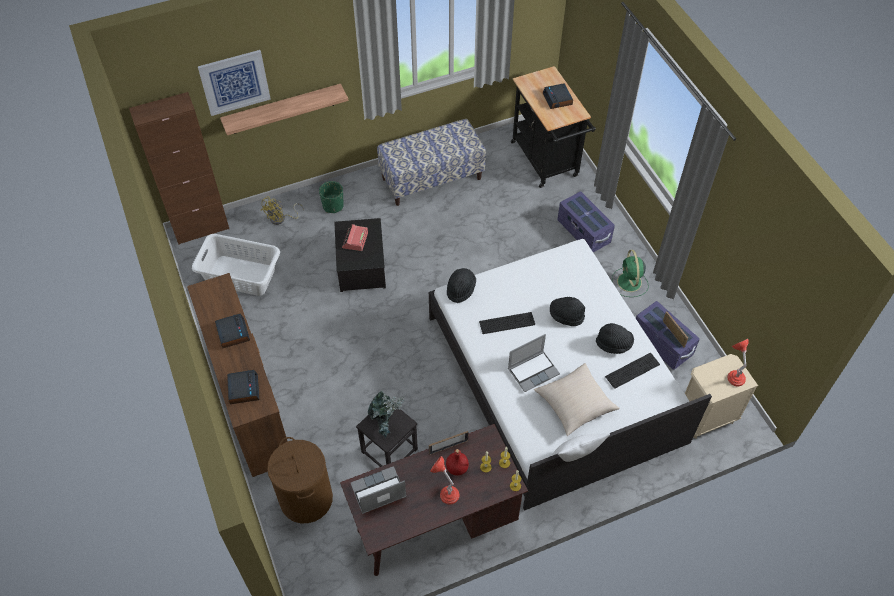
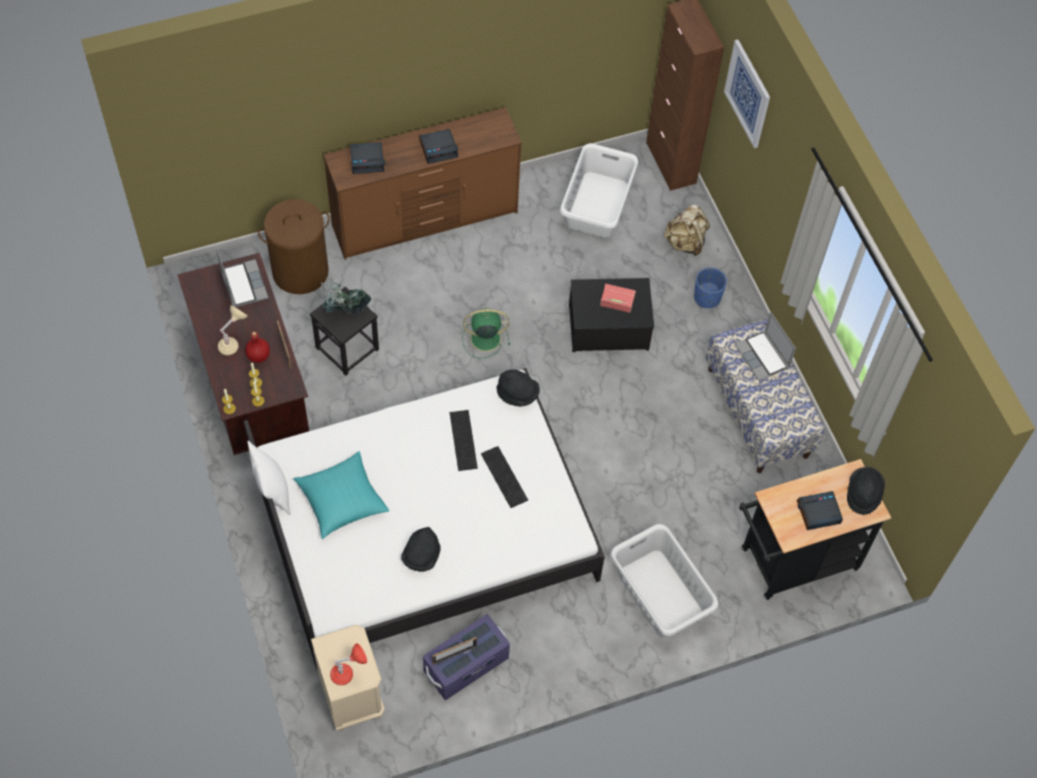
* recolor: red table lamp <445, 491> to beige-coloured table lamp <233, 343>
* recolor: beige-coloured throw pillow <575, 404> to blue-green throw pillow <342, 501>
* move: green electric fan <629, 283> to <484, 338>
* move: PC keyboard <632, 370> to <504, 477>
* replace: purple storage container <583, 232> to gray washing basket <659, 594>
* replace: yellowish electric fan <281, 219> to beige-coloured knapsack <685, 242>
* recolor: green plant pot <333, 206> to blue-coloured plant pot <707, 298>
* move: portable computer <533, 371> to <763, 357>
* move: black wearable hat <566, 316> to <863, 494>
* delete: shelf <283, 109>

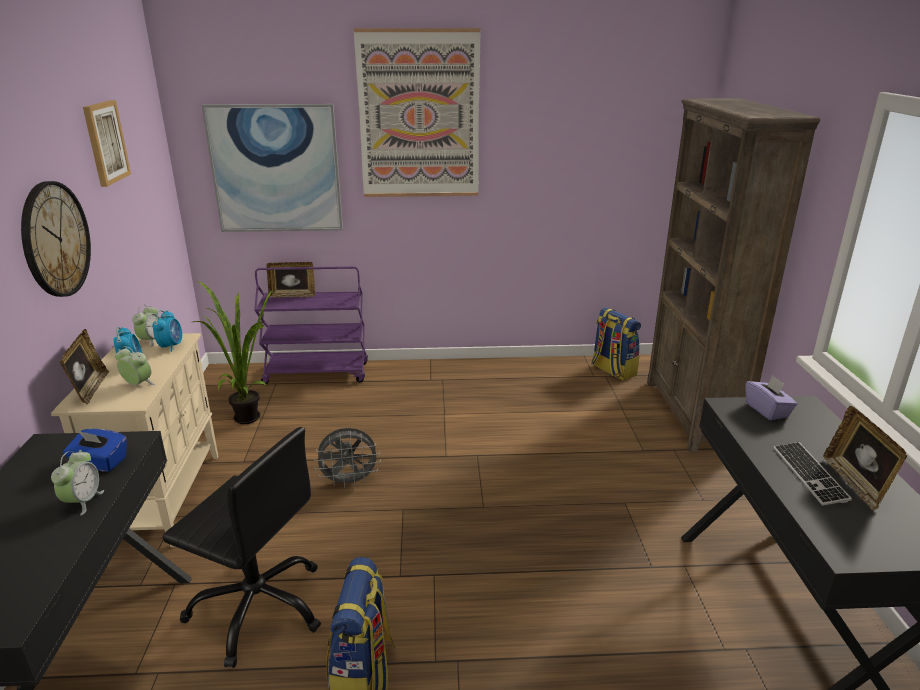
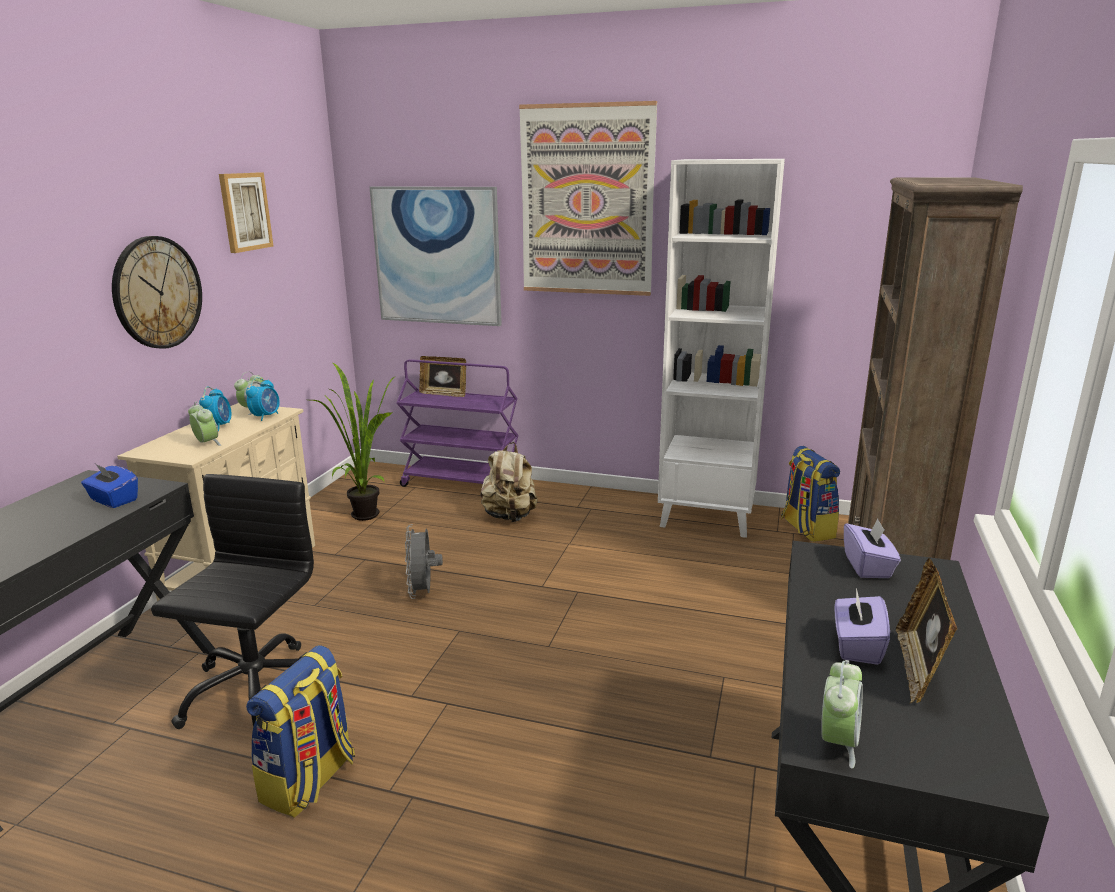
* rotate: black desk chair <258, 607> = <256, 691> 120 degrees counterclockwise
* rotate: gray electric fan <349, 481> = <423, 592> 75 degrees clockwise
* insert: beige-coloured knapsack <510, 516>
* insert: white bookshelf <707, 517>
* move: bedside clock <83, 501> to <837, 742>
* replace: PC keyboard <809, 474> to purple box of tissues <856, 646>
* delete: picture frame <90, 389>

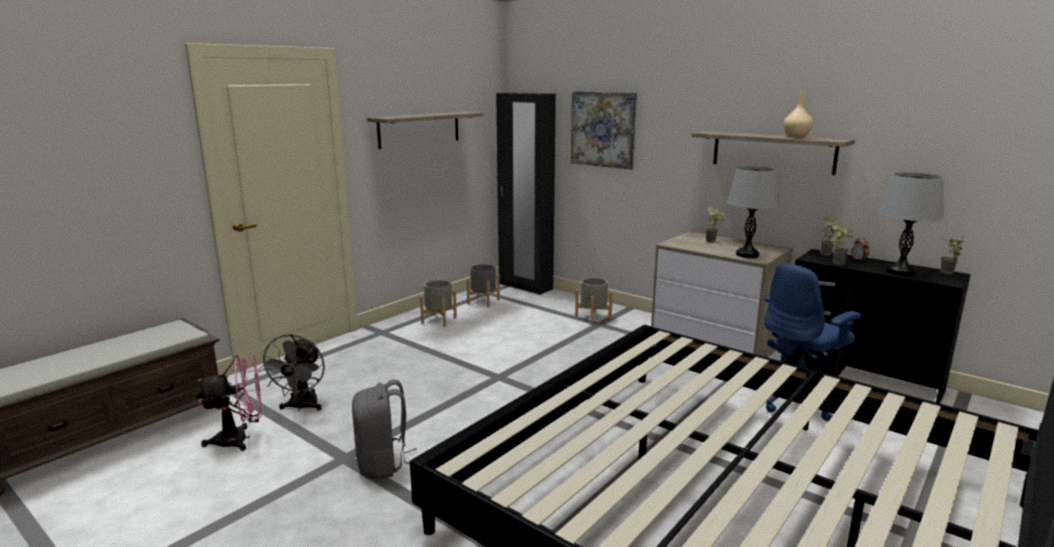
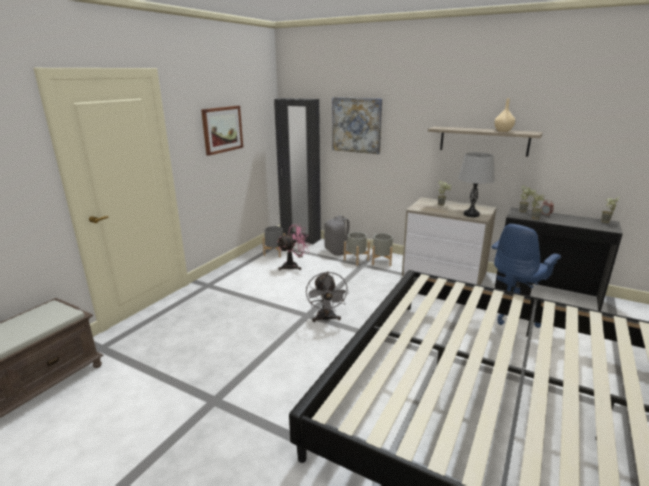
* replace: shelf <419, 129> to wall art <222, 129>
* move: pink-coloured electric fan <240, 439> to <294, 266>
* move: gray electric fan <301, 407> to <326, 319>
* move: gray knapsack <383, 464> to <337, 251>
* move: gray plant pot <439, 320> to <381, 261>
* delete: gray table lamp <900, 272>

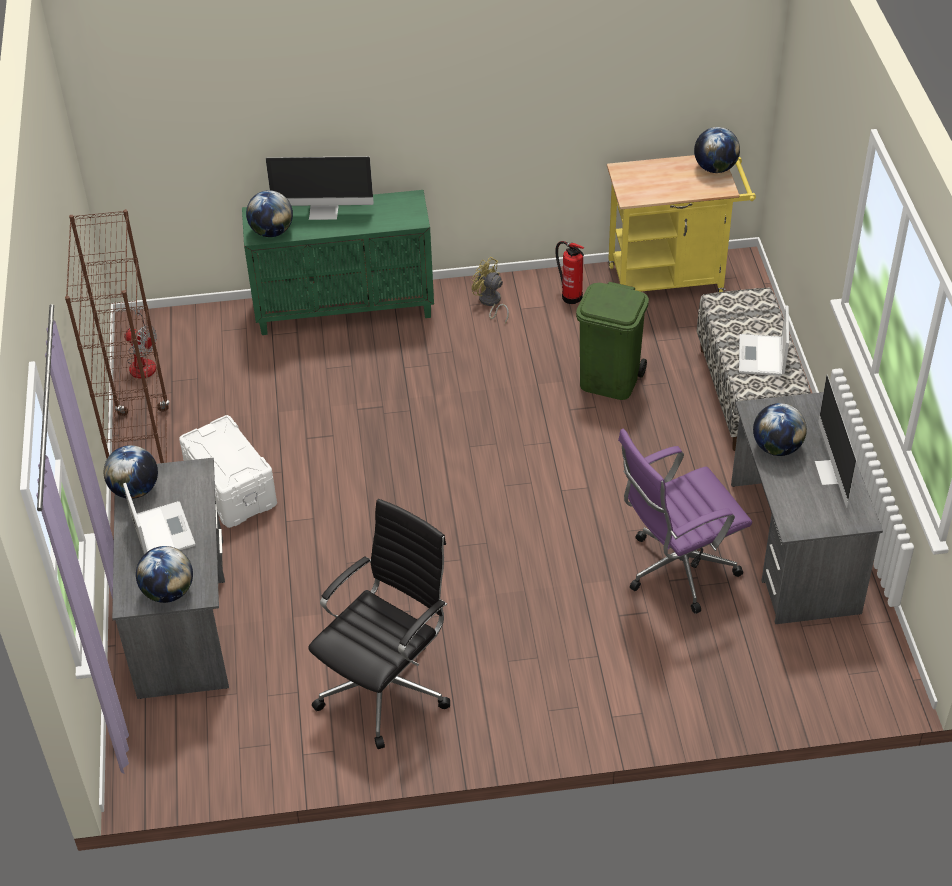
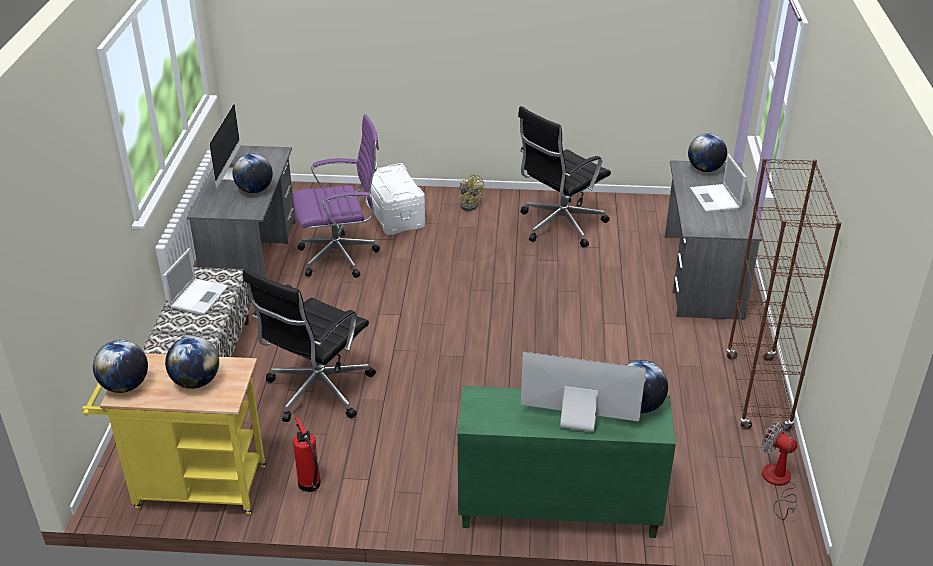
* move: globe <135, 490> to <196, 382>
* replace: green trash can <610, 381> to black desk chair <317, 391>
* move: white storage container <230, 489> to <396, 215>
* move: yellowish electric fan <490, 303> to <469, 204>

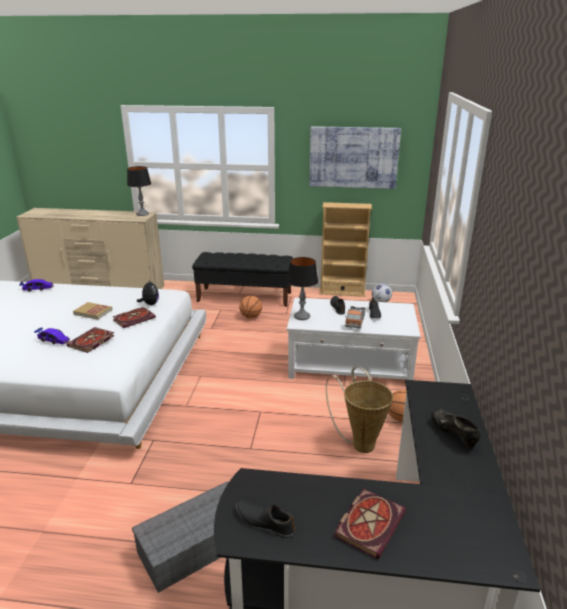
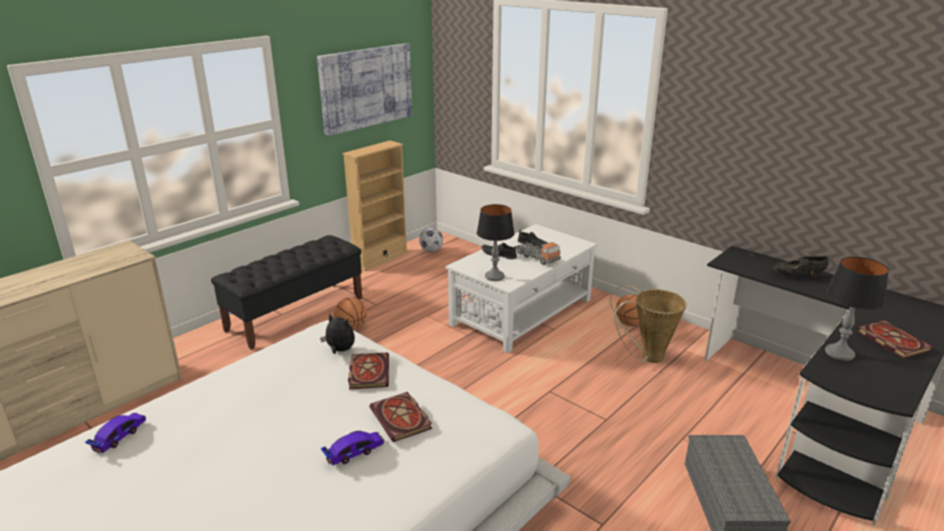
* move: table lamp <142, 214> to <839, 353>
* delete: volume <93, 312>
* delete: black low shoe <265, 522>

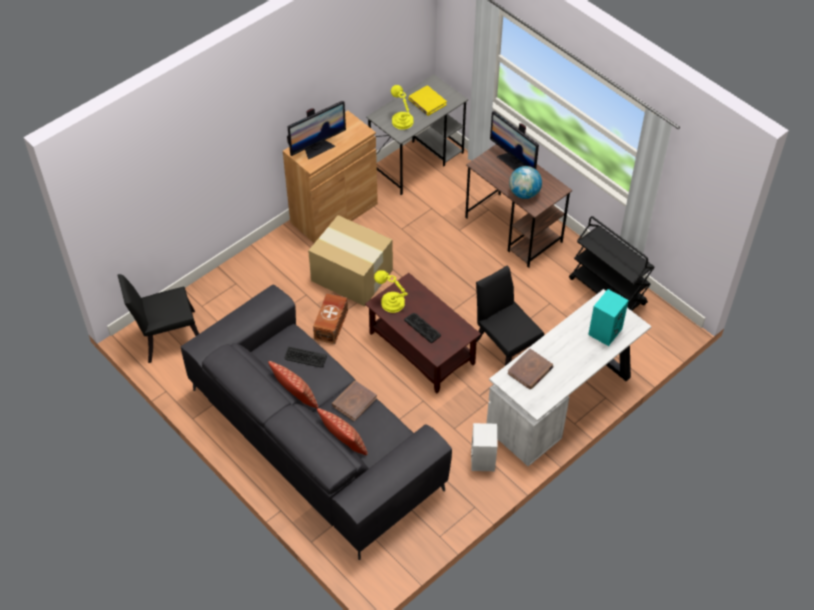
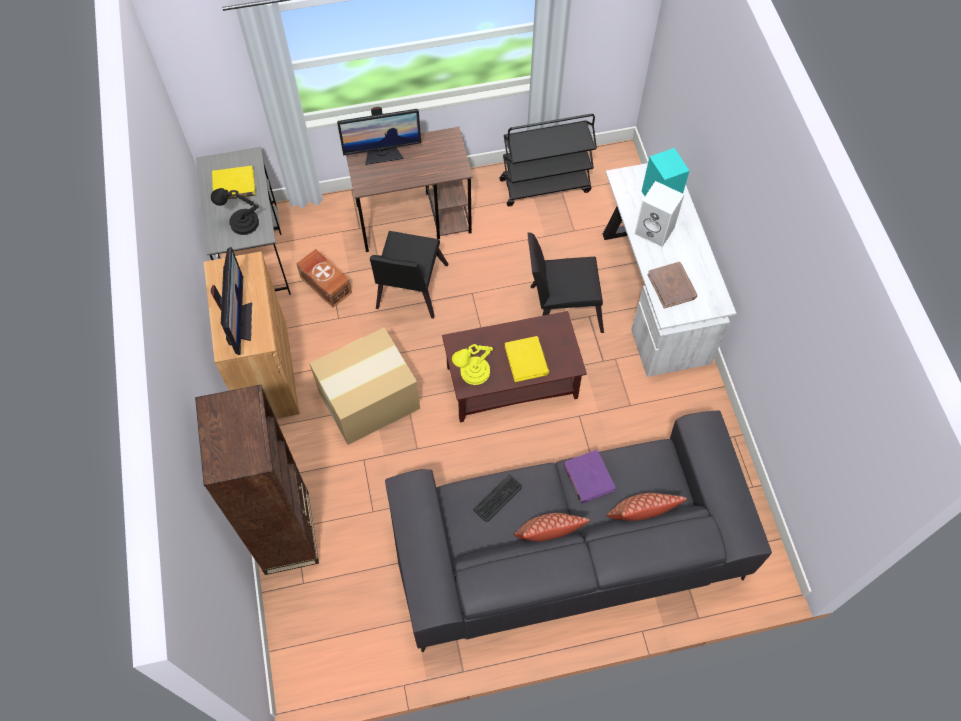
* insert: brownish bookshelf <287, 532>
* recolor: yellowish table lamp <401, 120> to black table lamp <242, 223>
* move: brownish storage container <332, 324> to <326, 284>
* move: black plain chair <166, 337> to <409, 290>
* replace: PC keyboard <422, 327> to yellowish volume <526, 360>
* recolor: brownish volume <354, 402> to purple volume <588, 477>
* move: white loudspeaker <483, 460> to <655, 230>
* delete: globe <524, 193>

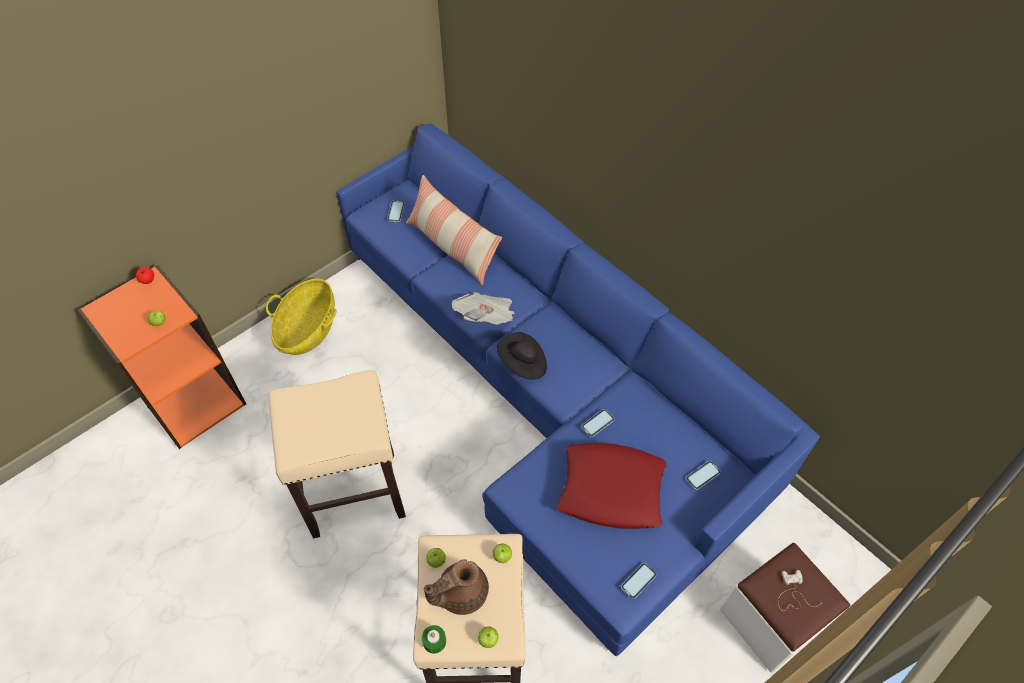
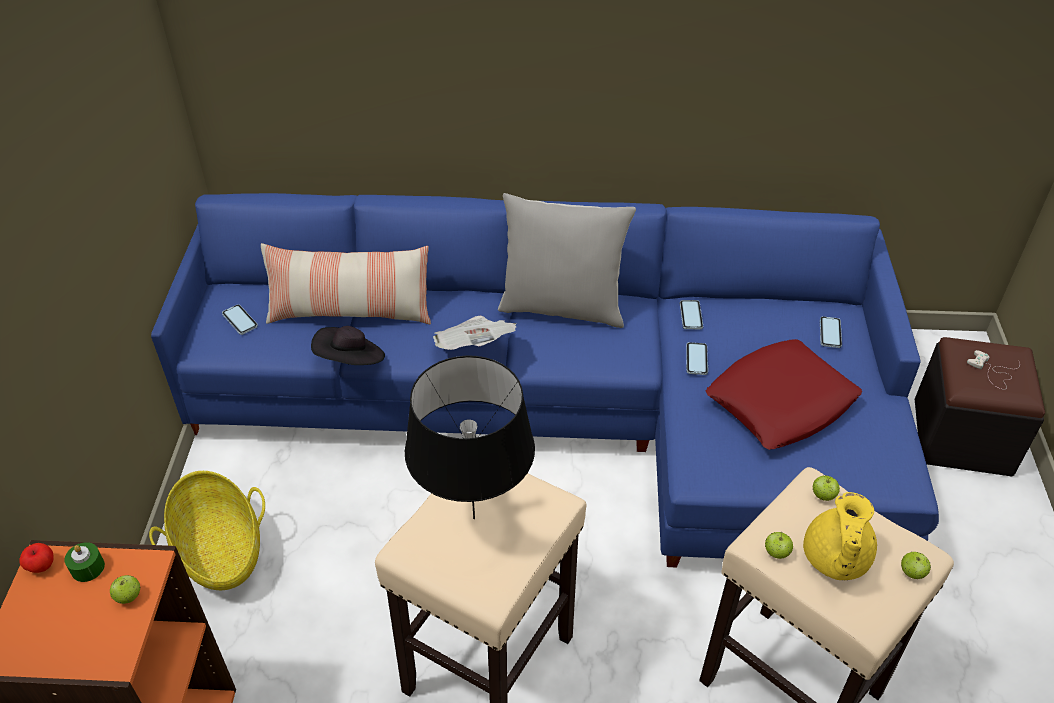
* move: green candle <434, 641> to <88, 568>
* move: black wearable hat <523, 364> to <350, 361>
* insert: black table lamp <474, 518>
* insert: gray throw pillow <562, 307>
* move: phone <638, 581> to <691, 315>
* recolor: brownish pot for tea <460, 593> to yellowish pot for tea <834, 559>
* recolor: white pouffe <771, 619> to black pouffe <962, 437>

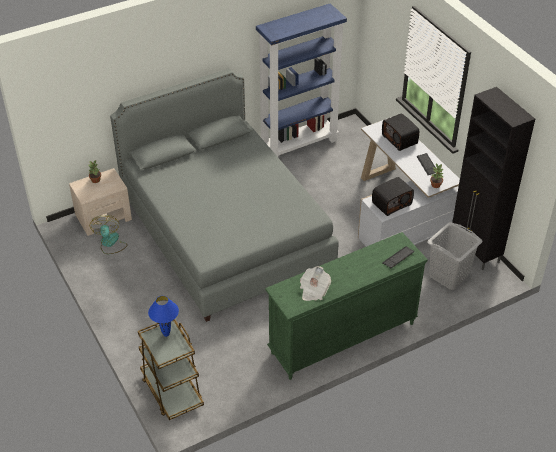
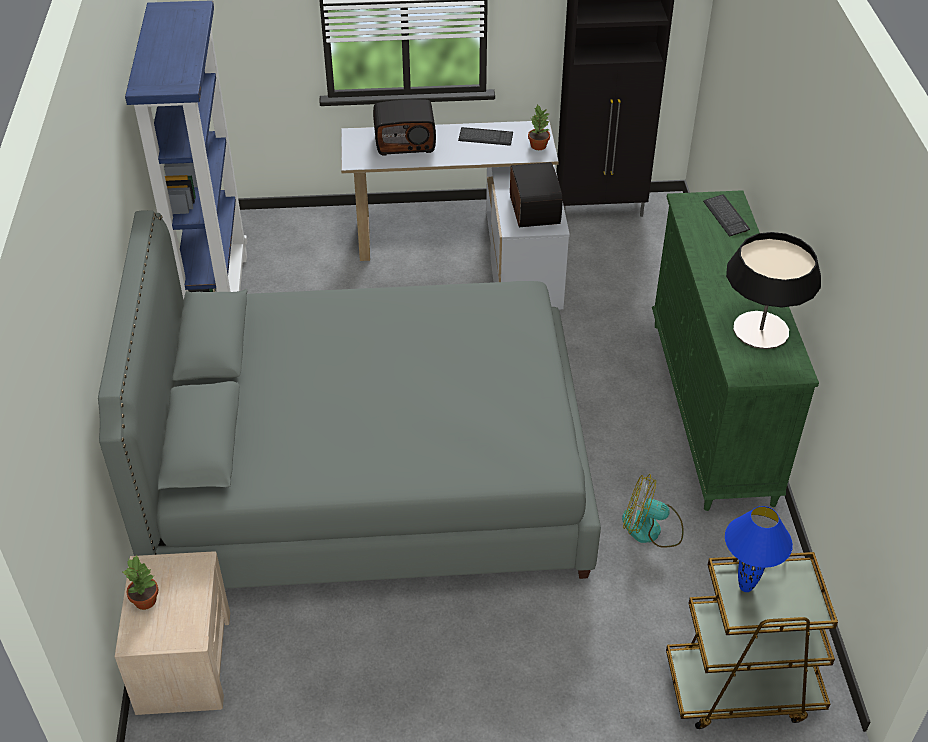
* move: electric fan <110, 243> to <651, 529>
* replace: newspaper <313, 290> to table lamp <761, 330>
* delete: gray washing basket <449, 276>

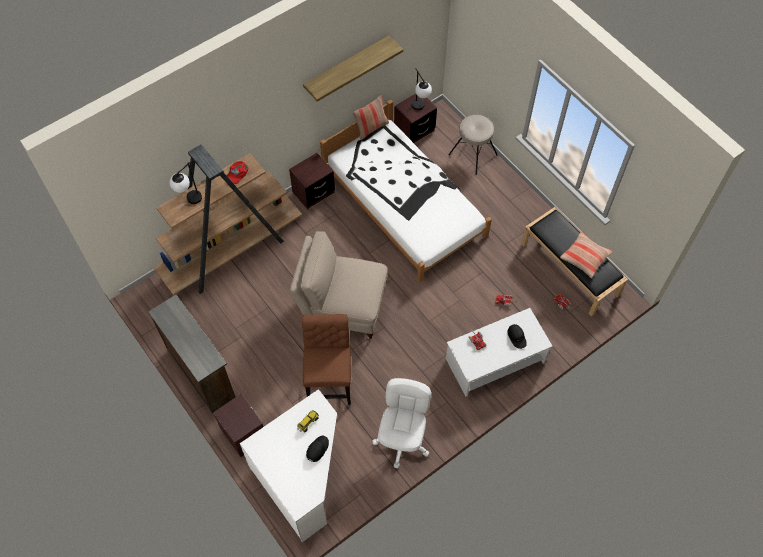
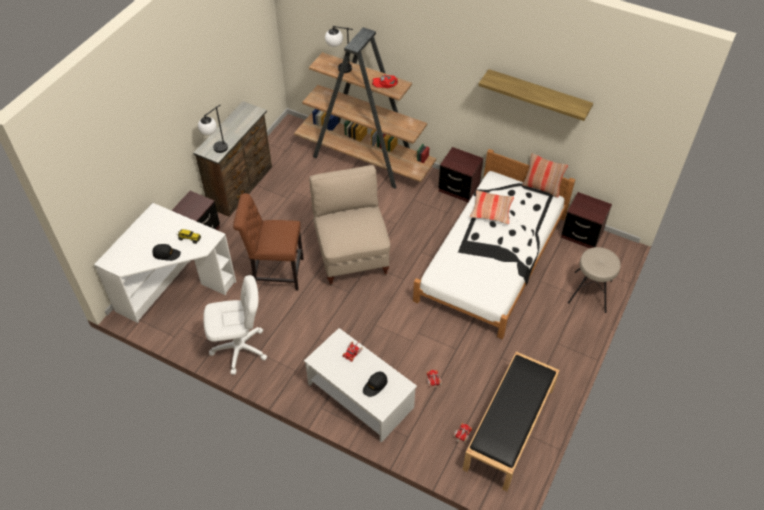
* move: table lamp <420, 108> to <216, 151>
* rotate: brownish plain chair <329, 380> = <275, 272> 150 degrees counterclockwise
* move: throw pillow <585, 257> to <491, 211>

